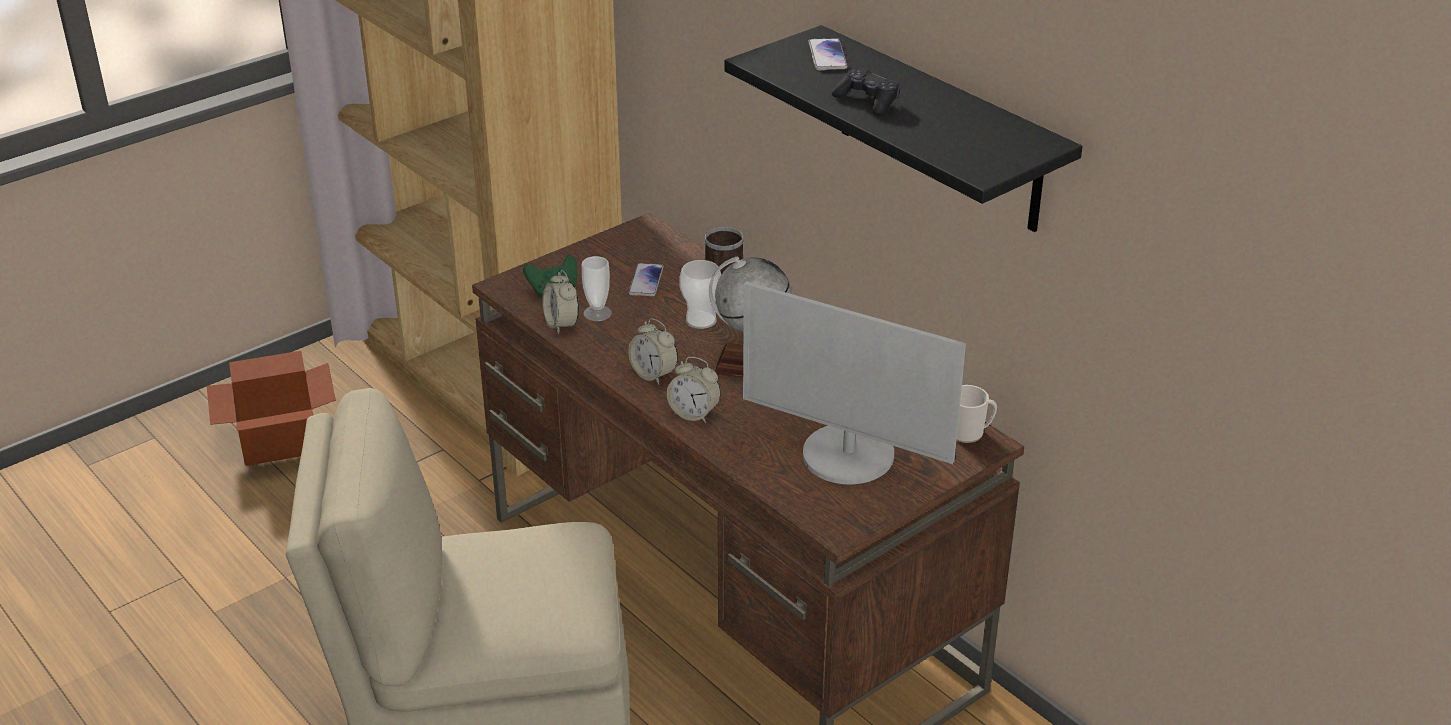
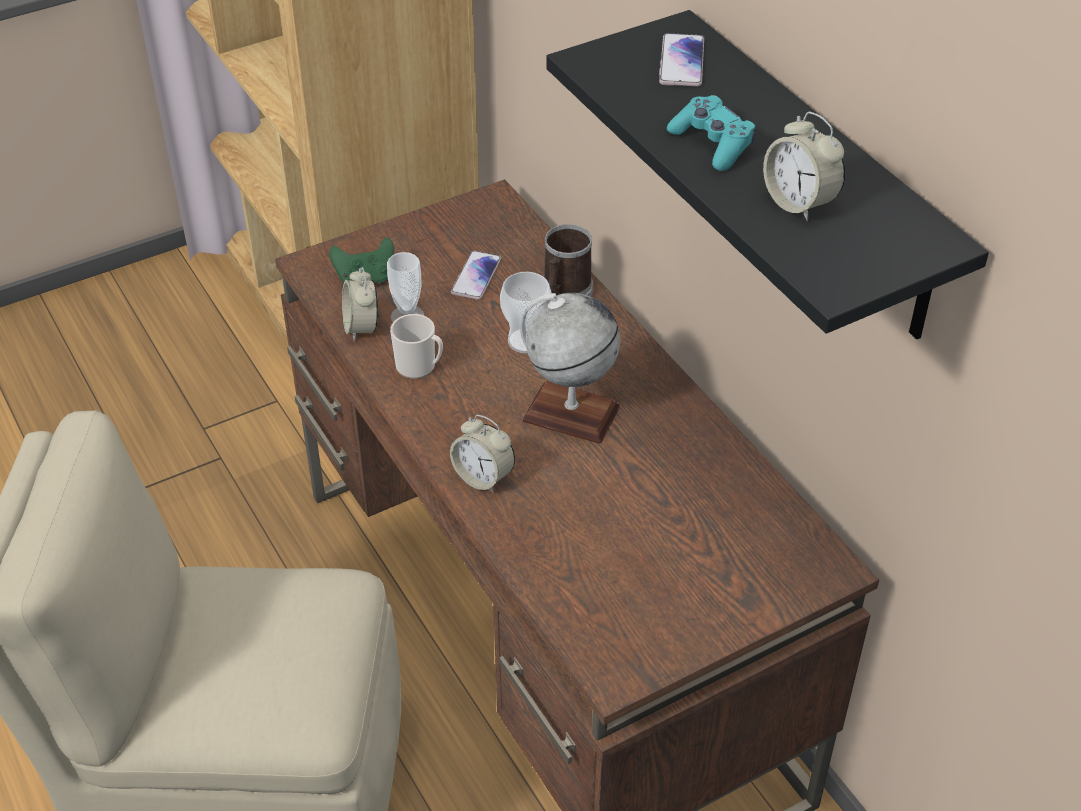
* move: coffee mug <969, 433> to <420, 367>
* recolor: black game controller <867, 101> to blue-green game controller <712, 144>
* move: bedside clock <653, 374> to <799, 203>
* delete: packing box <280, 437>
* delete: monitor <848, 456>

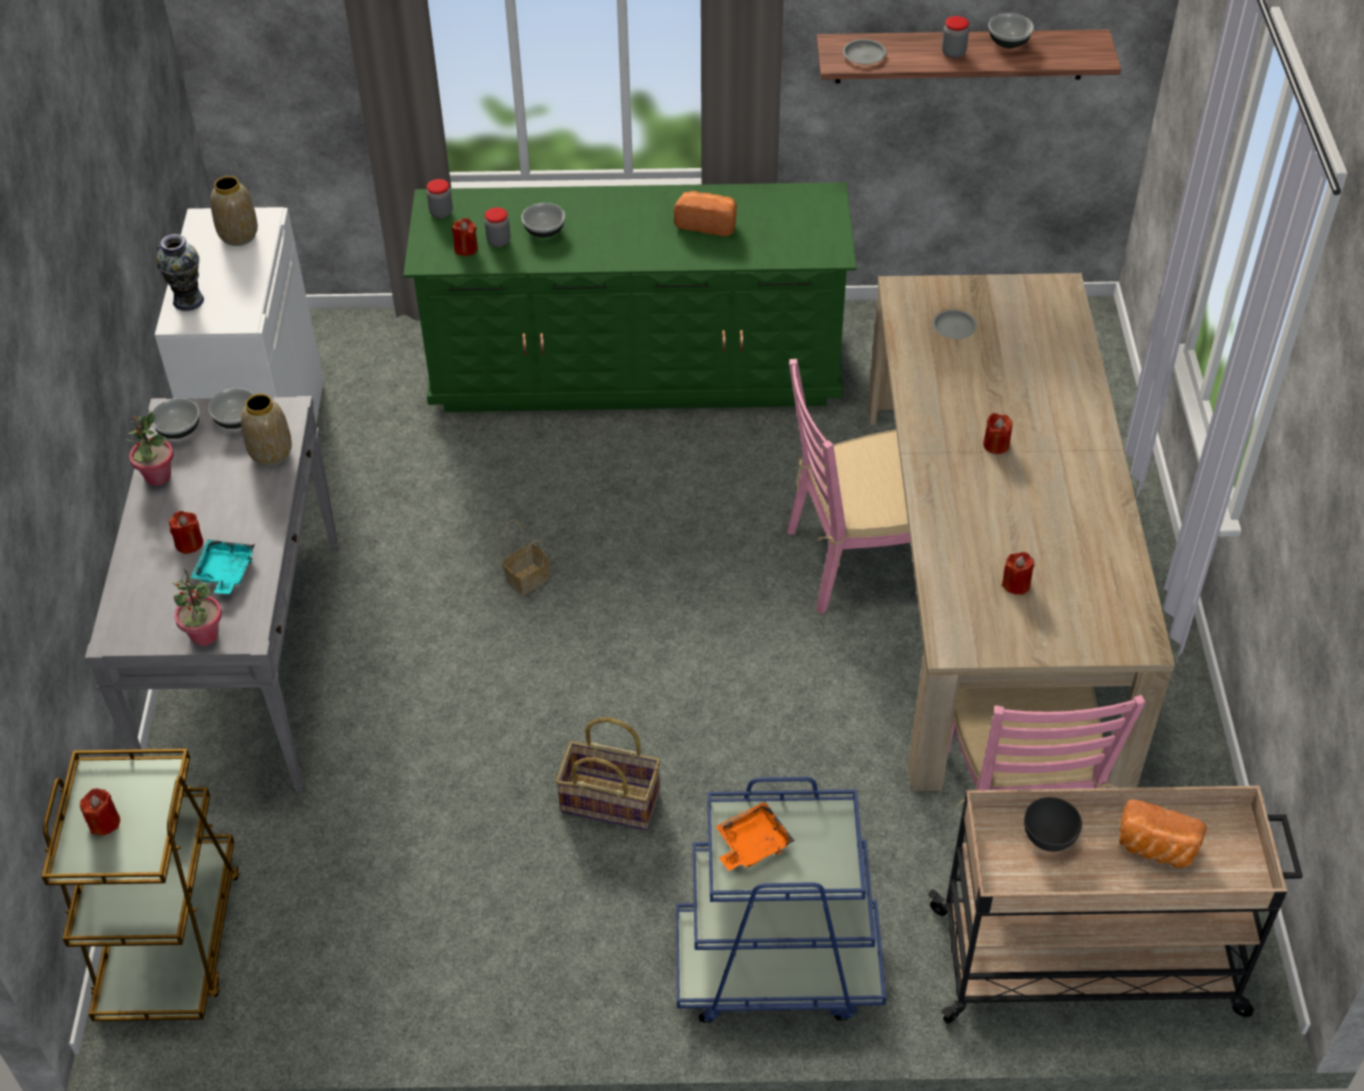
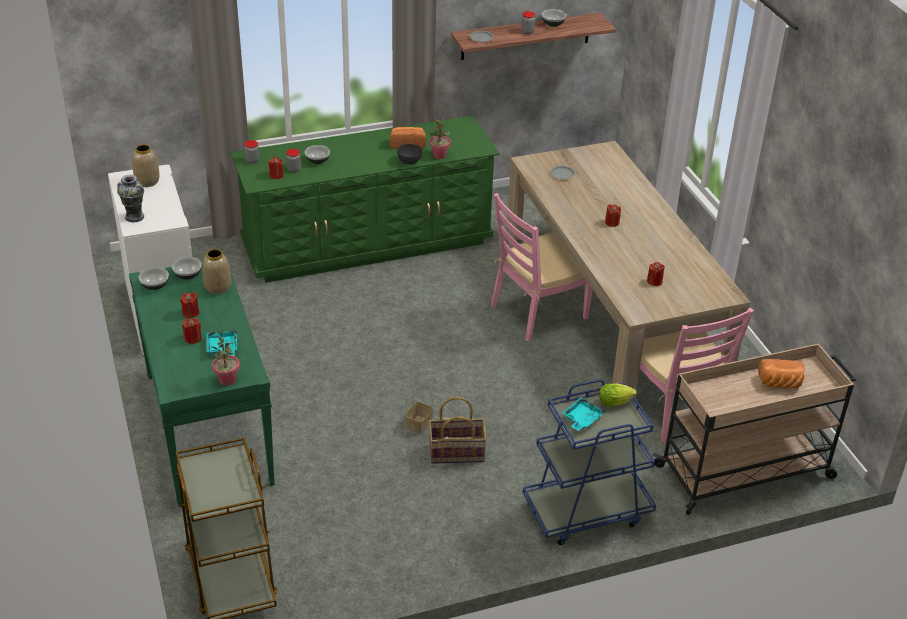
* recolor: gray hall table <247, 662> to green hall table <207, 428>
* move: red candle <104, 822> to <190, 313>
* move: gray serving bowl <1048, 838> to <409, 162>
* move: storage basket <528, 578> to <419, 424>
* move: houseplant <157, 476> to <439, 155>
* recolor: orange-coloured tray <752, 844> to blue-green tray <582, 419>
* insert: lettuce head <616, 402>

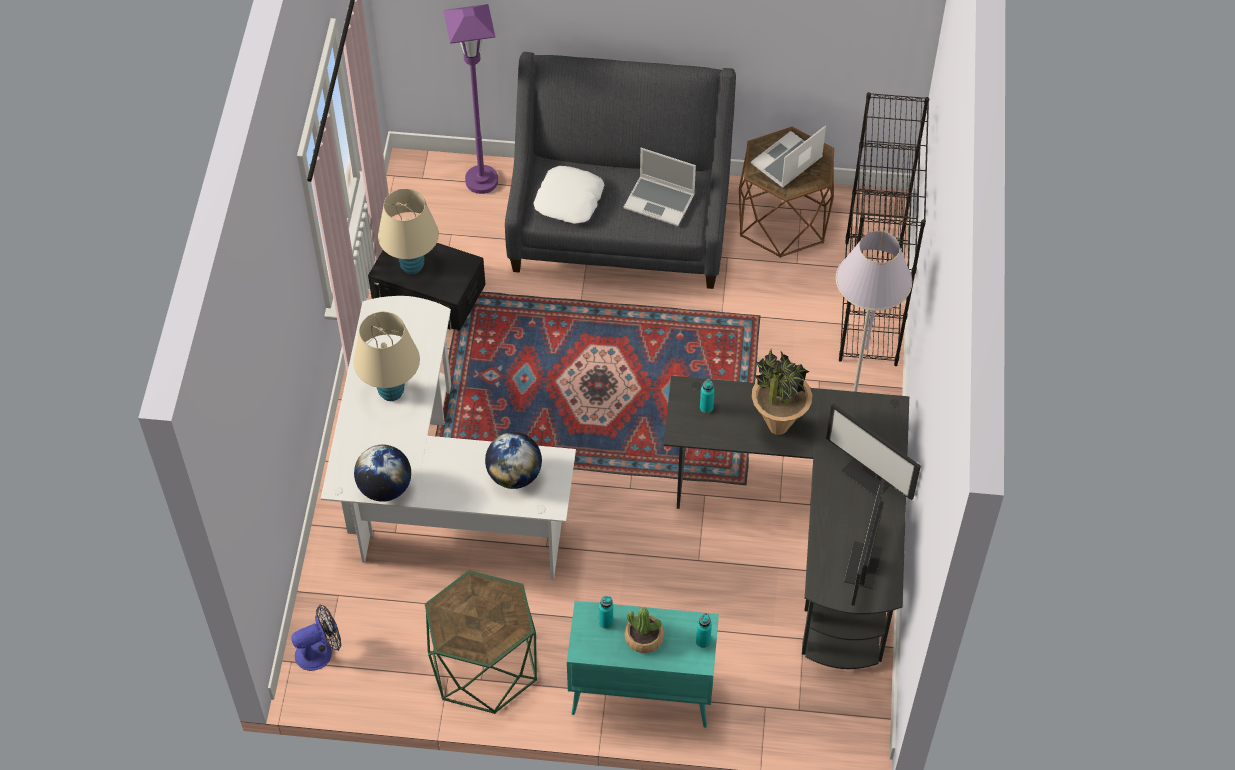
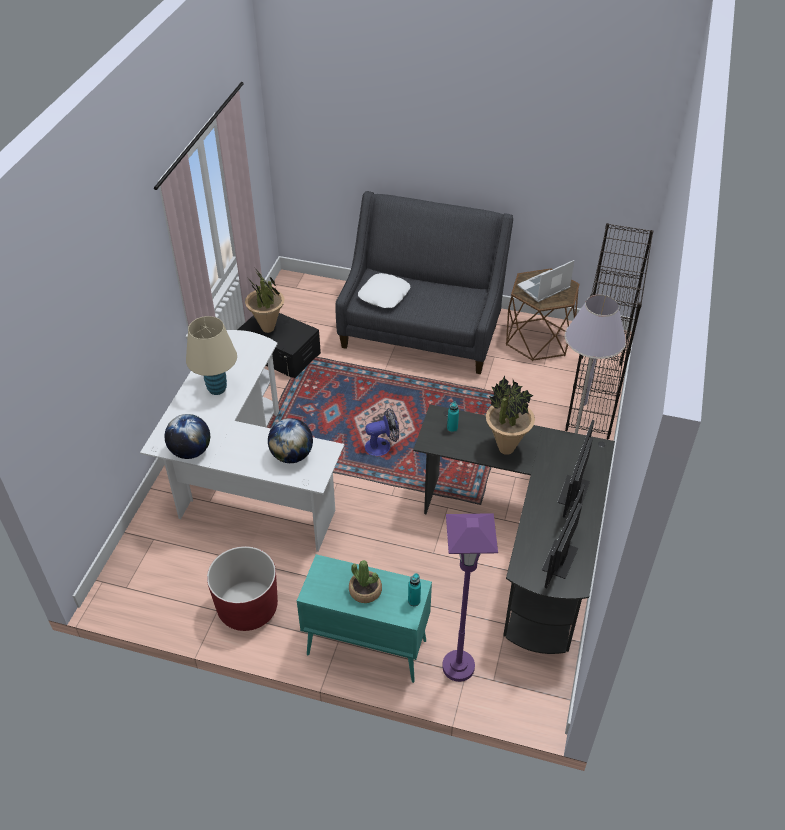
* replace: green accent table <484, 667> to red plant pot <248, 608>
* replace: beige-coloured table lamp <412, 266> to houseplant <268, 328>
* move: electric fan <320, 651> to <382, 446>
* move: purple standard lamp <482, 181> to <458, 667>
* rotate: monitor <869, 475> = <574, 492> 60 degrees clockwise
* delete: blue-green beverage bottle <606, 622>
* delete: portable computer <660, 201>

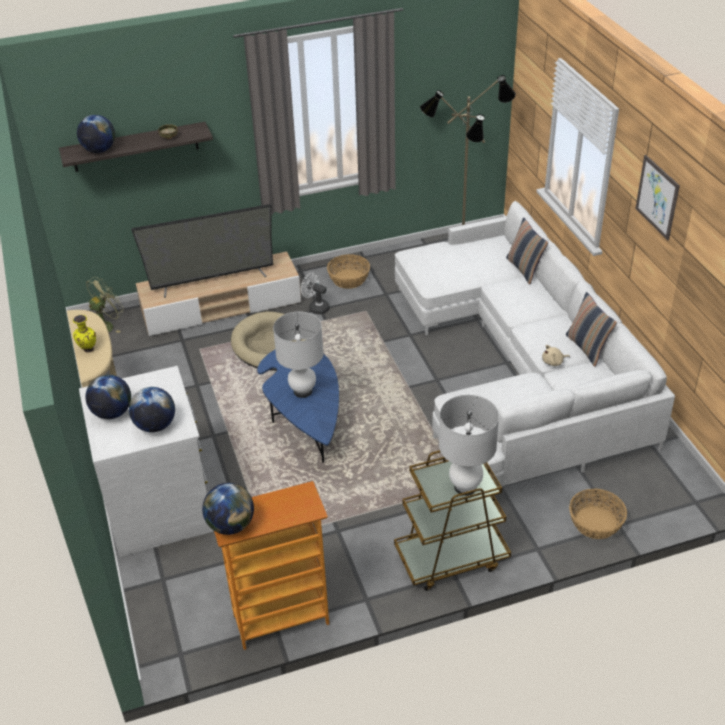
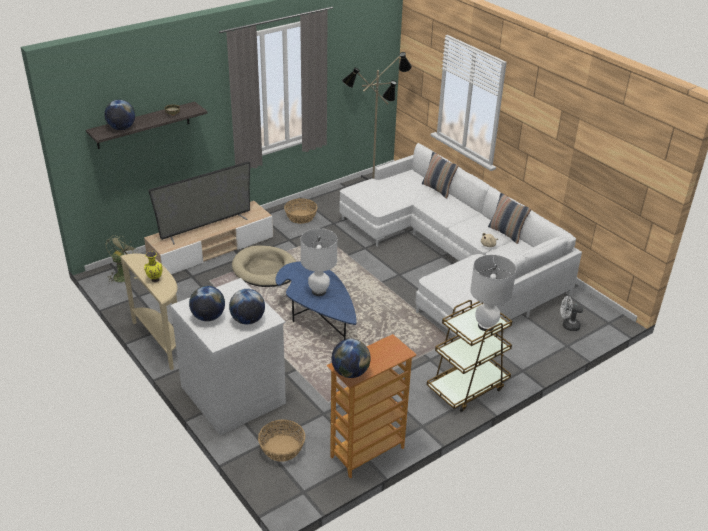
* move: storage basket <596, 523> to <282, 448>
* move: white electric fan <316, 307> to <567, 325>
* delete: wall art <657, 197>

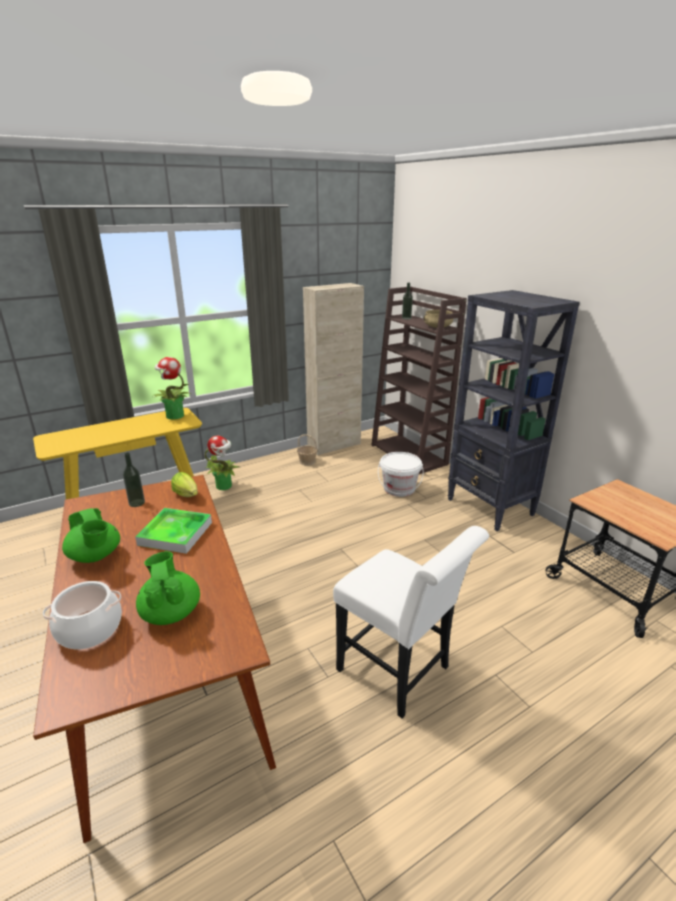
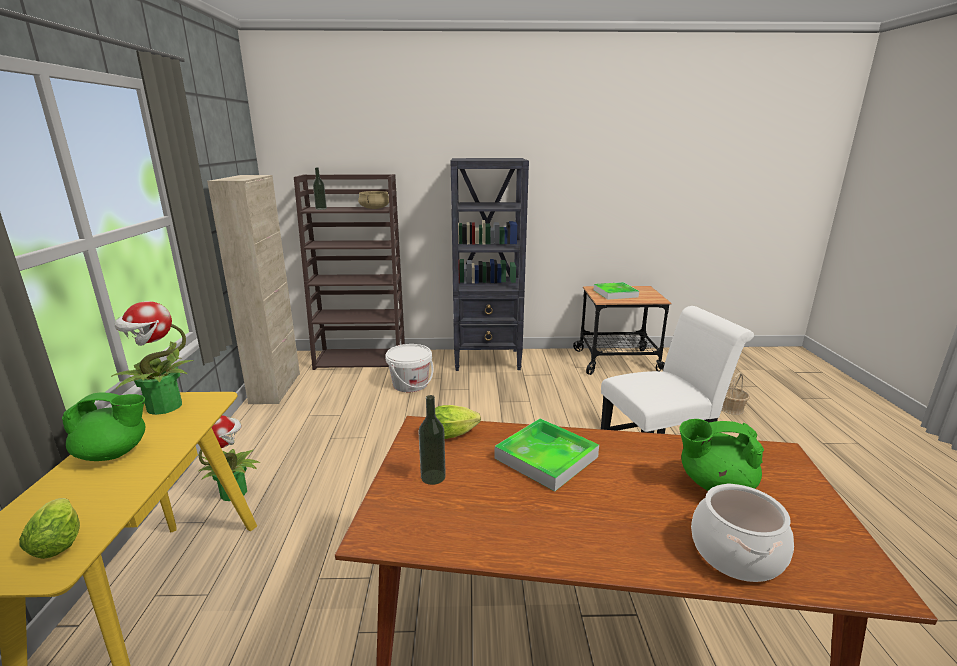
* insert: lettuce head <59, 540>
* move: green pot for tea <95, 556> to <114, 453>
* insert: tray <615, 293>
* move: storage basket <307, 461> to <731, 409>

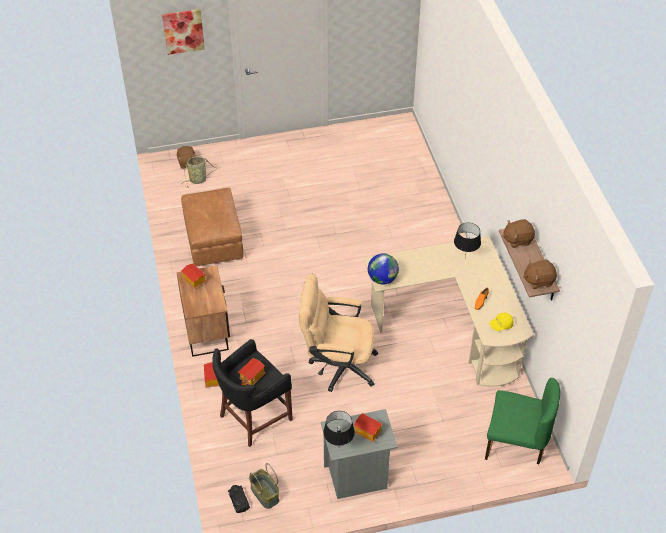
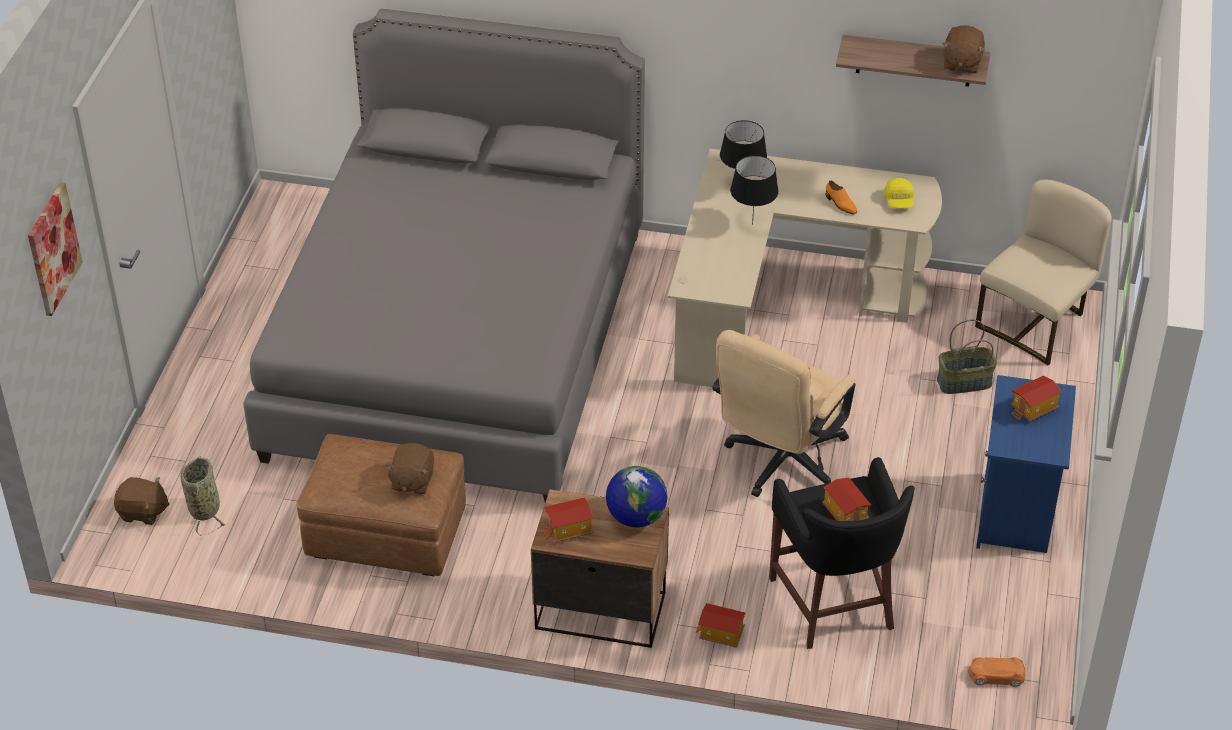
* insert: gray bedroom bed <458, 342>
* move: brownish cuddly toy <517, 239> to <412, 481>
* move: globe <382, 279> to <636, 517>
* move: black table lamp <338, 447> to <753, 224>
* move: storage basket <264, 494> to <964, 383>
* recolor: black miniature car <238, 500> to orange-coloured miniature car <995, 676>
* recolor: green plain chair <515, 443> to beige-coloured plain chair <1035, 323>
* recolor: gray nightstand <357, 477> to blue-coloured nightstand <1016, 516>

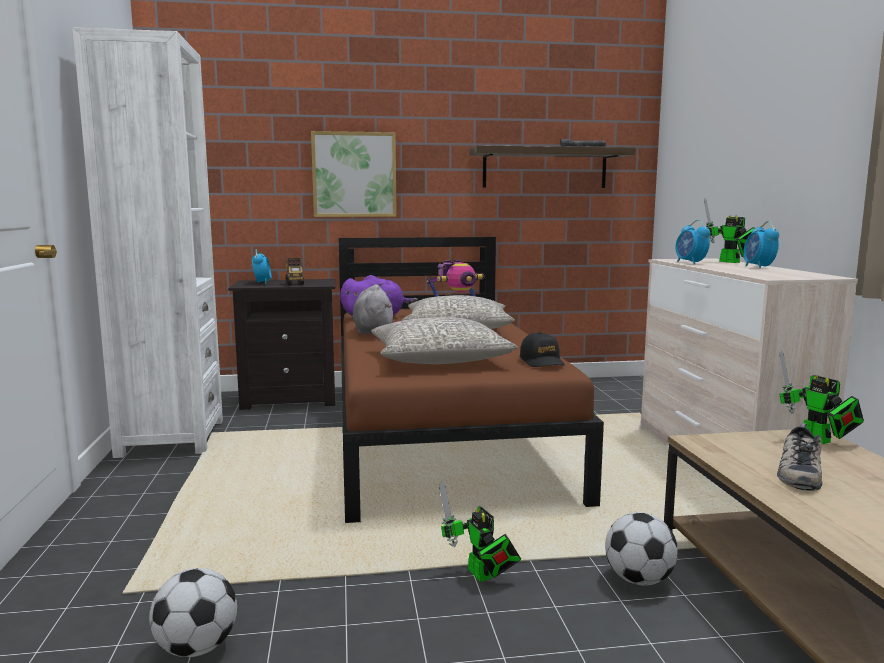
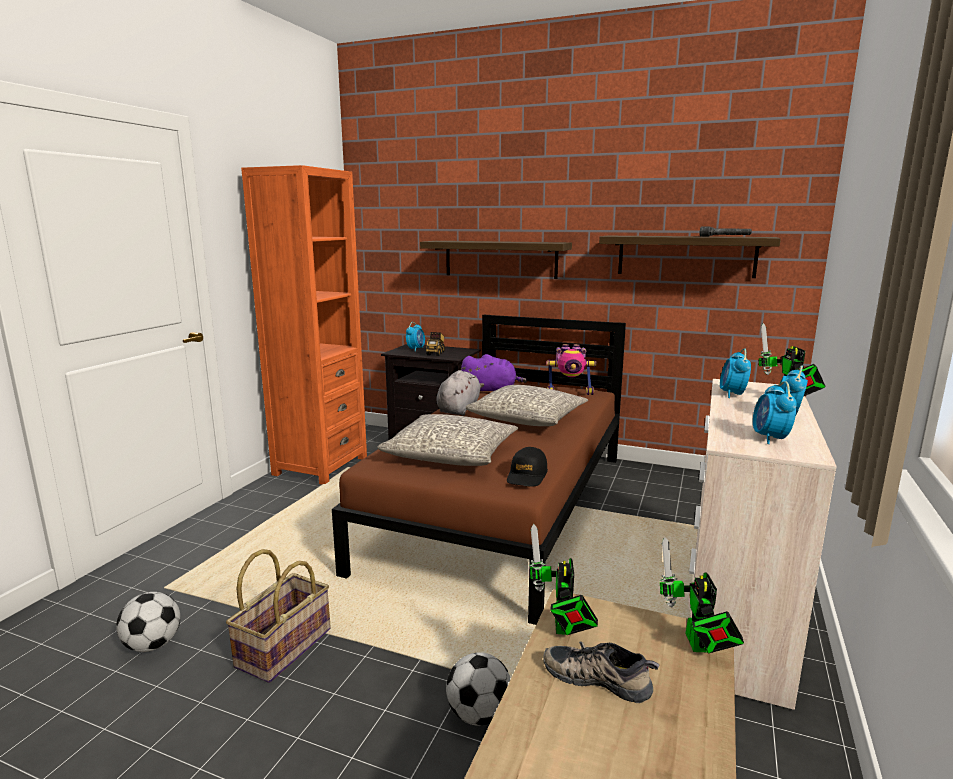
* insert: storage basket <283, 647>
* recolor: white bookshelf <171, 438> to orange-coloured bookshelf <320, 466>
* replace: wall art <354, 174> to shelf <500, 259>
* move: model robot <481, 576> to <562, 628>
* rotate: low shoe <797, 472> = <598, 677> 60 degrees clockwise
* insert: bedside clock <770, 438>

